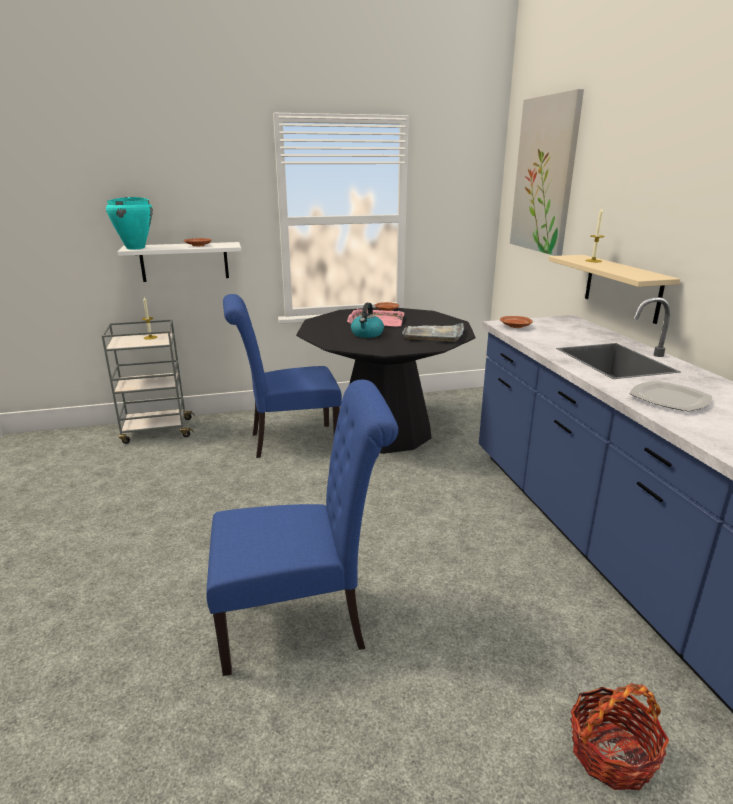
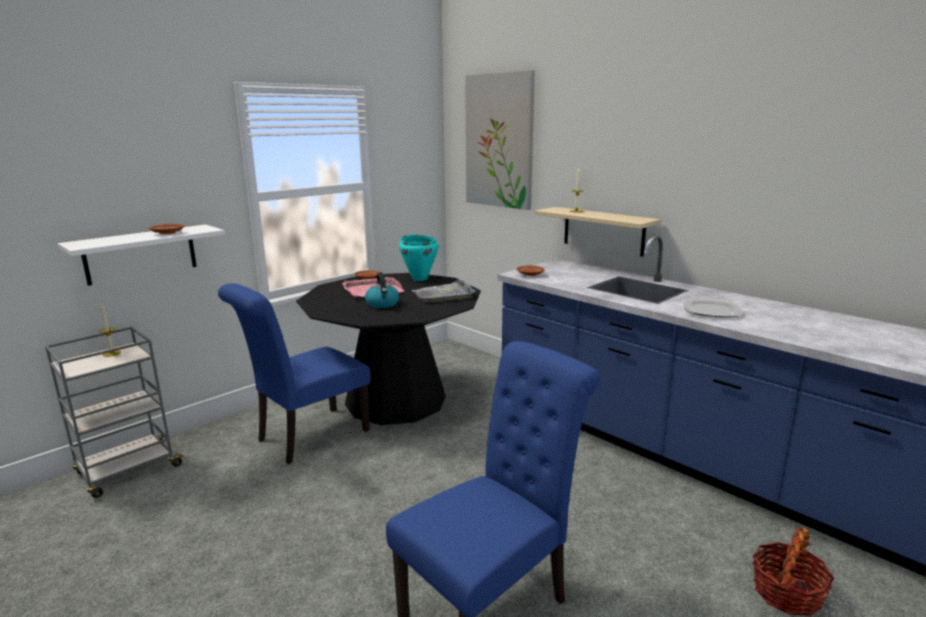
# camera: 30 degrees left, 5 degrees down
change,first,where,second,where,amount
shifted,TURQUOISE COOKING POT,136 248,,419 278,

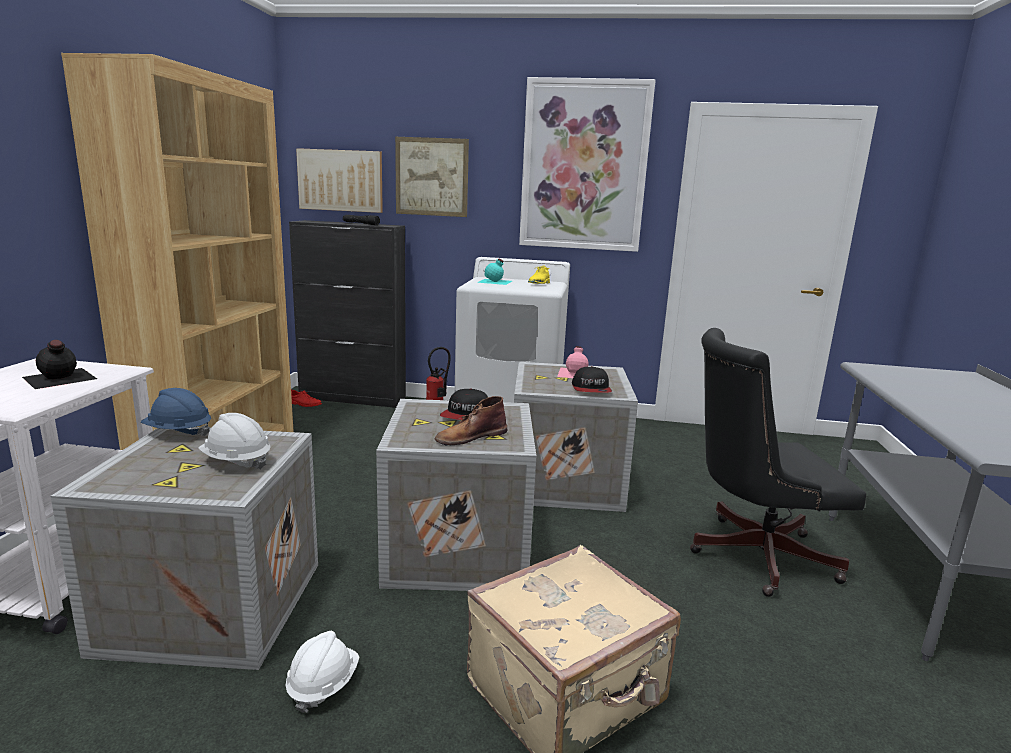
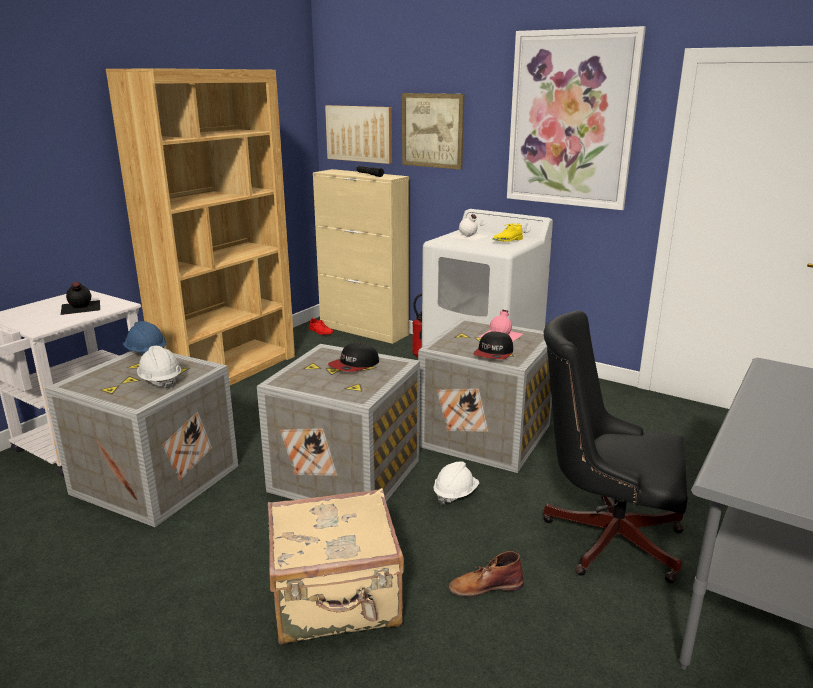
# camera: 25 degrees right, 5 degrees up
change,first,where,second,where,amount
repainted,BLACK CABINET,353 398,BEIGE CABINET,364 330,
repainted,TURQUOISE BOTTLE,495 281,WHITE BOTTLE,469 236,
shifted,BROWN BOOT,470 436,,485 586,
shifted,WHITE HARD HAT,323 685,,455 494,

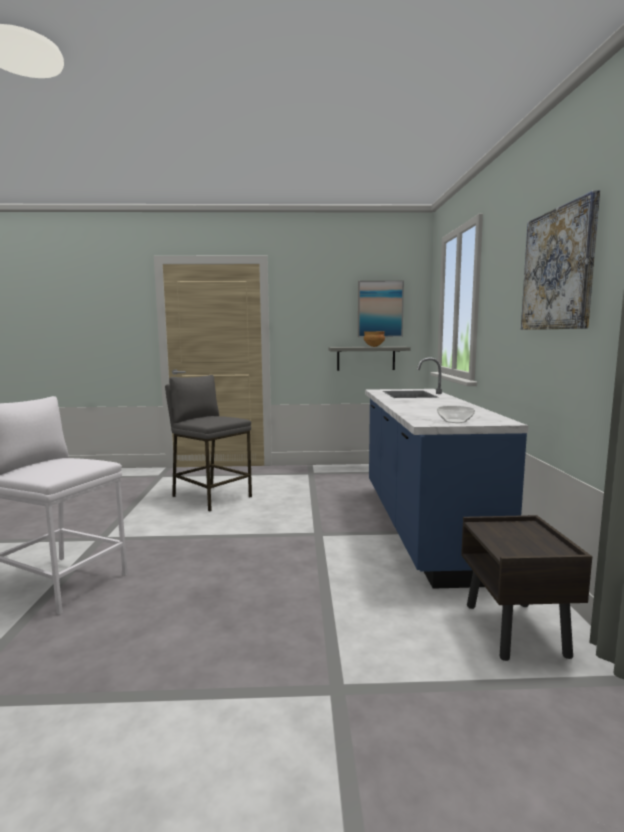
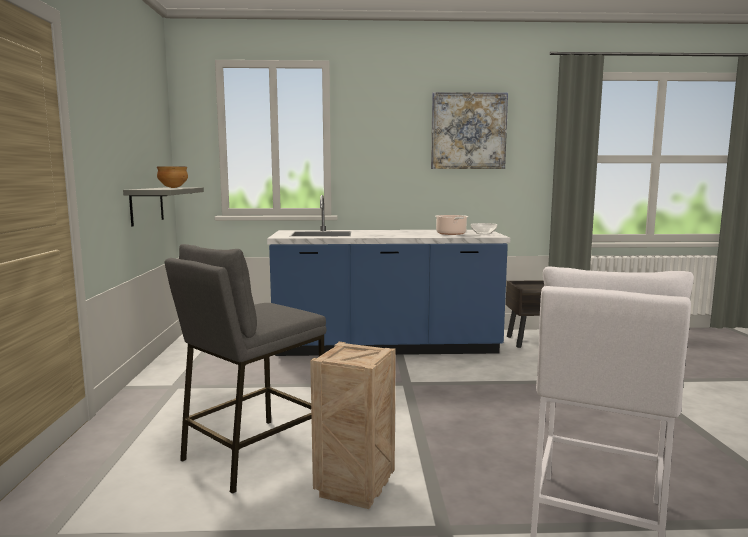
# camera: 90 degrees left, 0 degrees up
change,first,where,second,where,amount
gone,PICTURE,380 309,,,
new,,,COOKING POT,451 234,
new,,,CRATE,354 487,

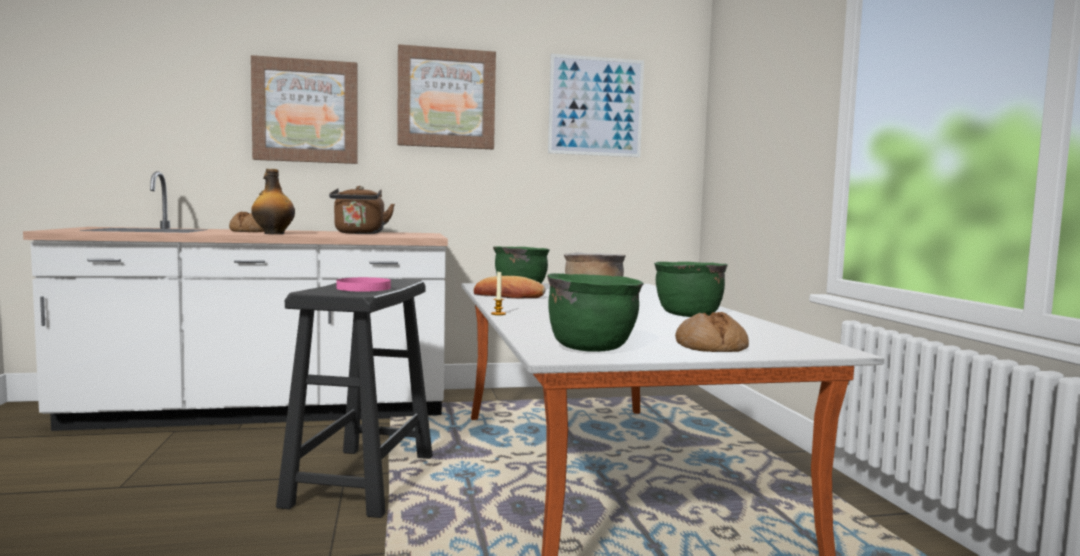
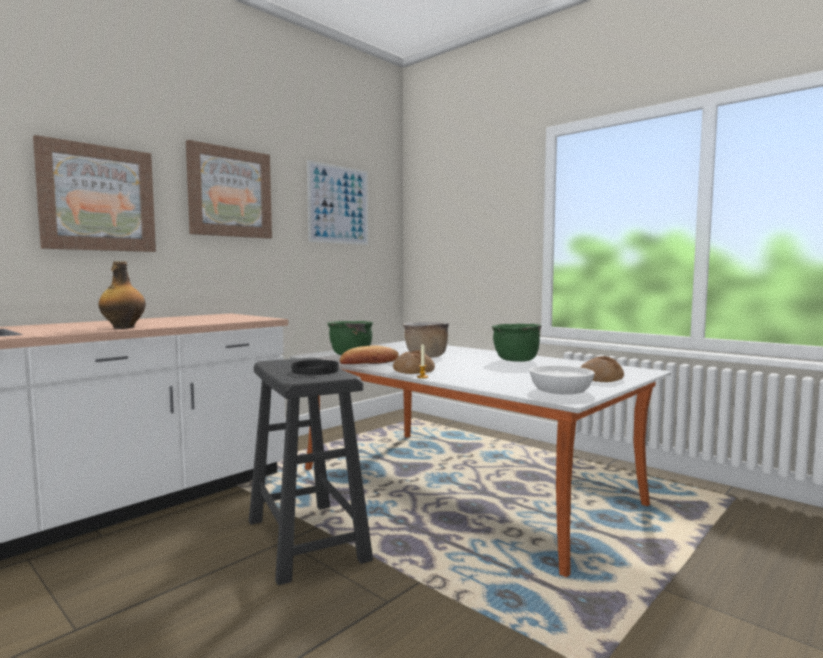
# camera: 35 degrees left, 0 degrees up
change,first,where,second,where,amount
gone,BROWN KETTLE,359 233,,,
shifted,BREAD,249 231,,413 371,
swapped,GREEN COOKING POT,591 347,WHITE BOWL,560 390,
repainted,PINK PLATE,364 288,BLACK PLATE,315 370,

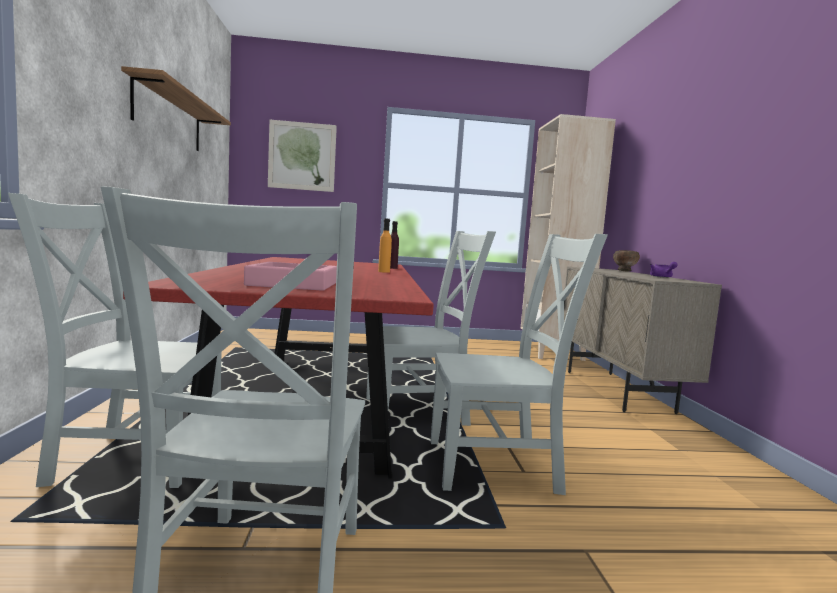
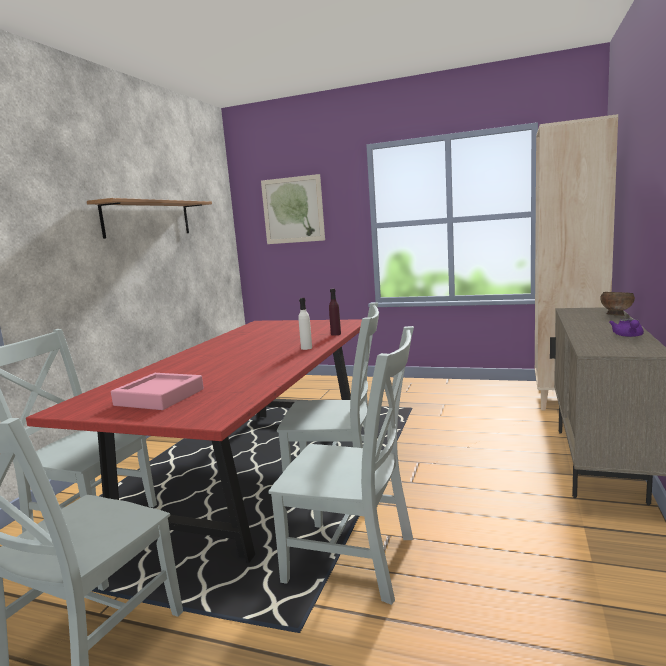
# camera: 25 degrees right, 5 degrees up
change,first,where,second,where,amount
repainted,ORANGE BOTTLE,384 272,WHITE BOTTLE,306 348,

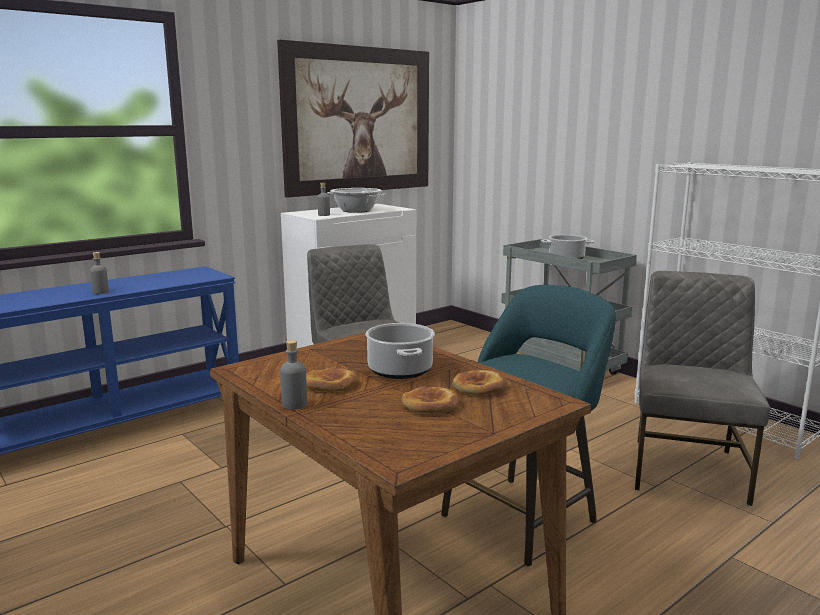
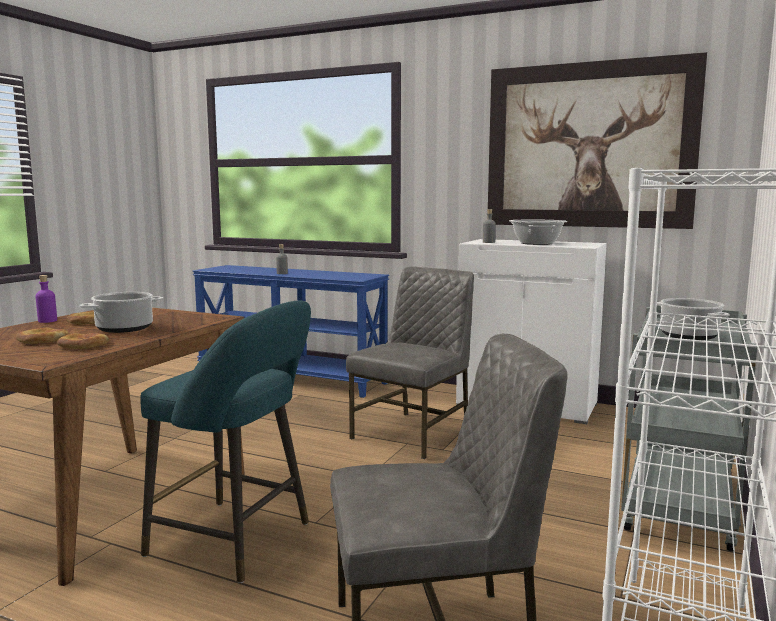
# camera: 65 degrees right, 5 degrees down
change,first,where,second,where,amount
repainted,GREY BOTTLE,294 404,PURPLE BOTTLE,47 321,

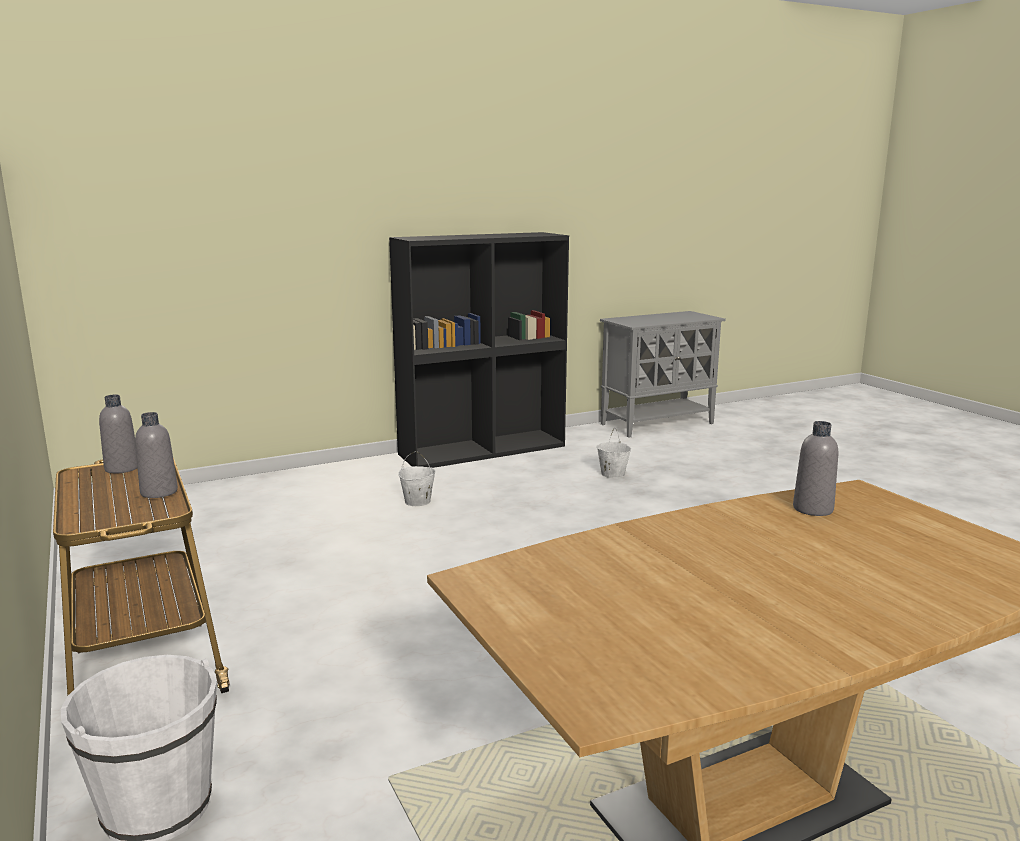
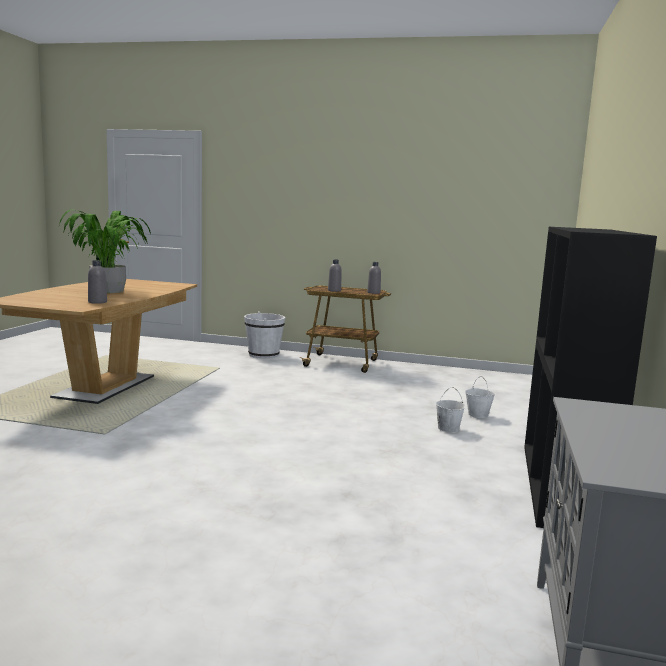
# camera: 130 degrees right, 5 degrees down
change,first,where,second,where,amount
shifted,WHITE BUCKET,612 474,,478 415,
new,,,POTTED PLANT,108 291,

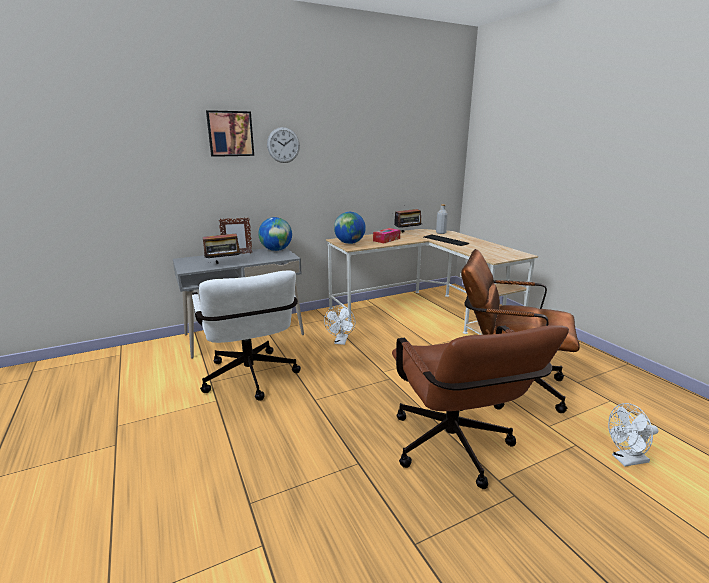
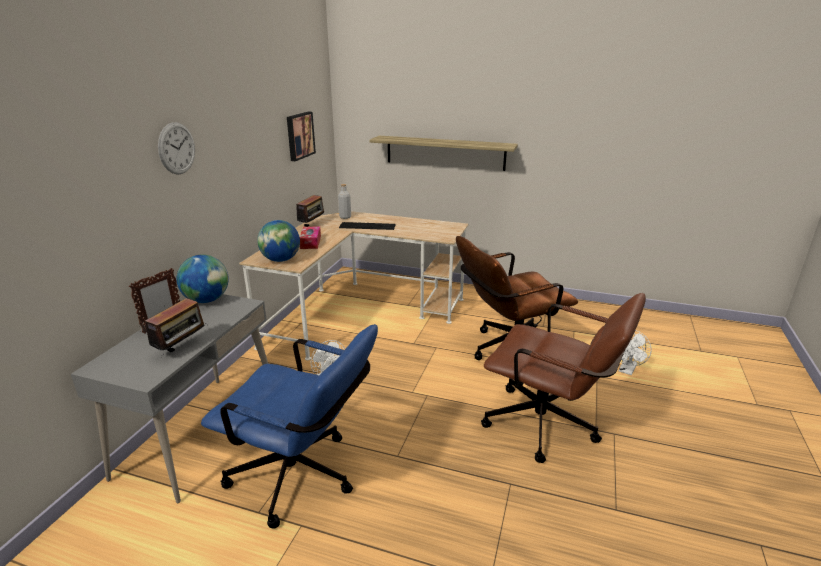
# camera: 45 degrees left, 5 degrees up
change,first,where,second,where,amount
shifted,PICTURE,230 133,,299 135,
repainted,WHITE OFFICE CHAIR,251 380,BLUE OFFICE CHAIR,302 478,
new,,,SHELF,445 152,

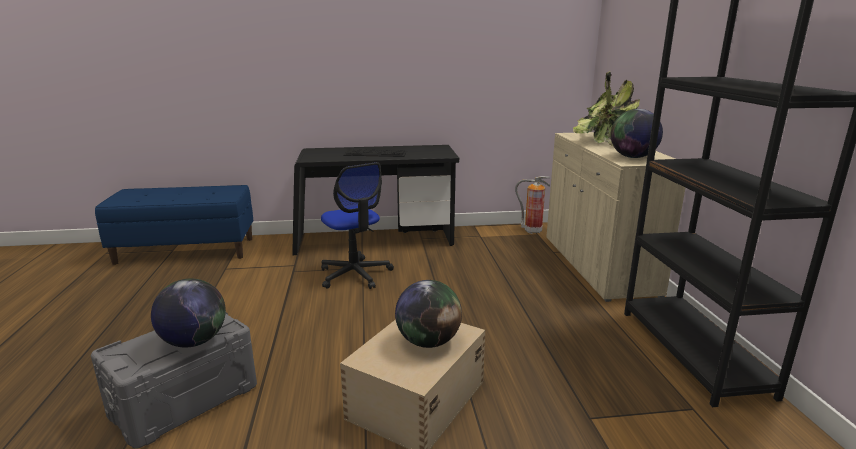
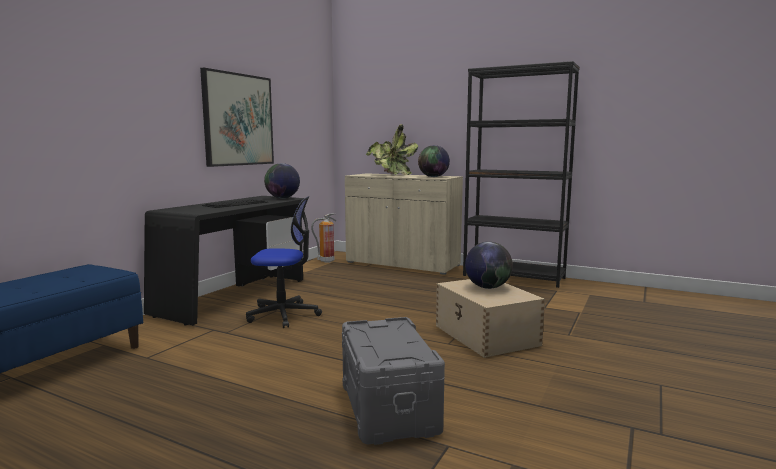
# camera: 55 degrees left, 10 degrees down
change,first,where,second,where,amount
shifted,GLOBE,194 341,,282 198,
new,,,PICTURE,238 120,

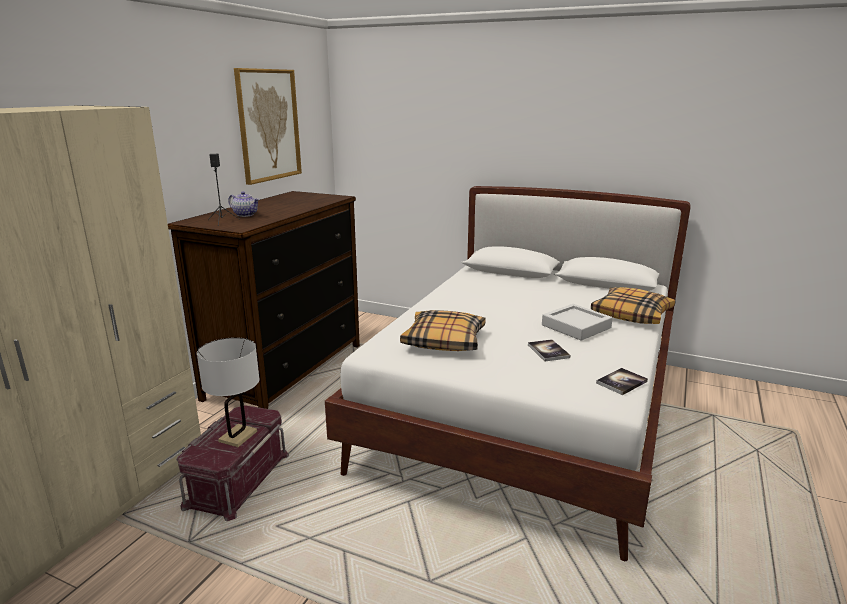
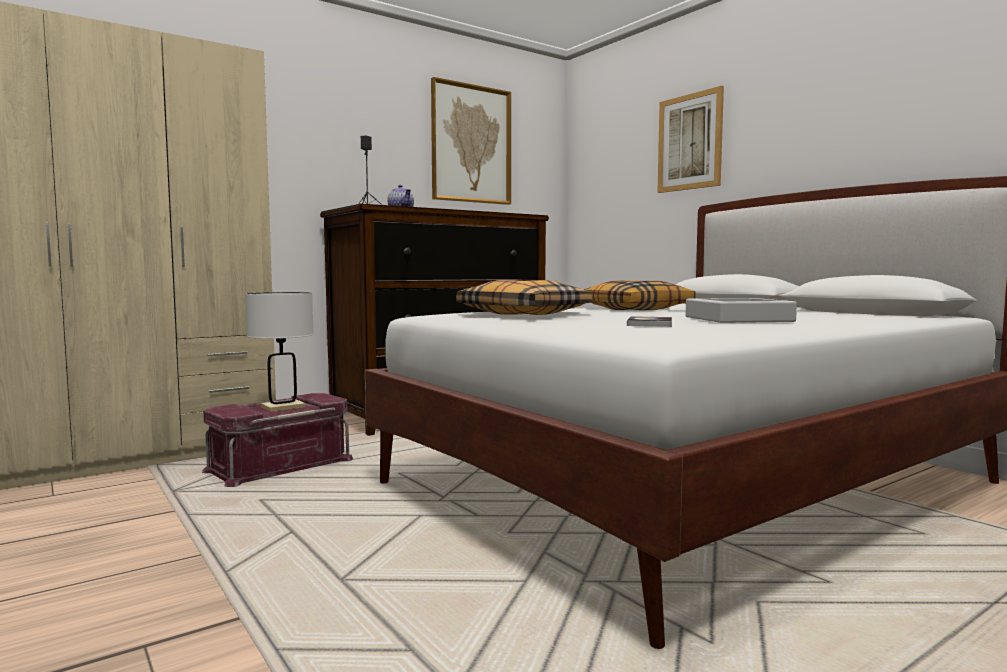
# camera: 30 degrees right, 15 degrees down
change,first,where,second,where,amount
shifted,PILLOW,632 314,,636 309,
gone,BOOK,621 382,,,
new,,,PICTURE,689 142,

